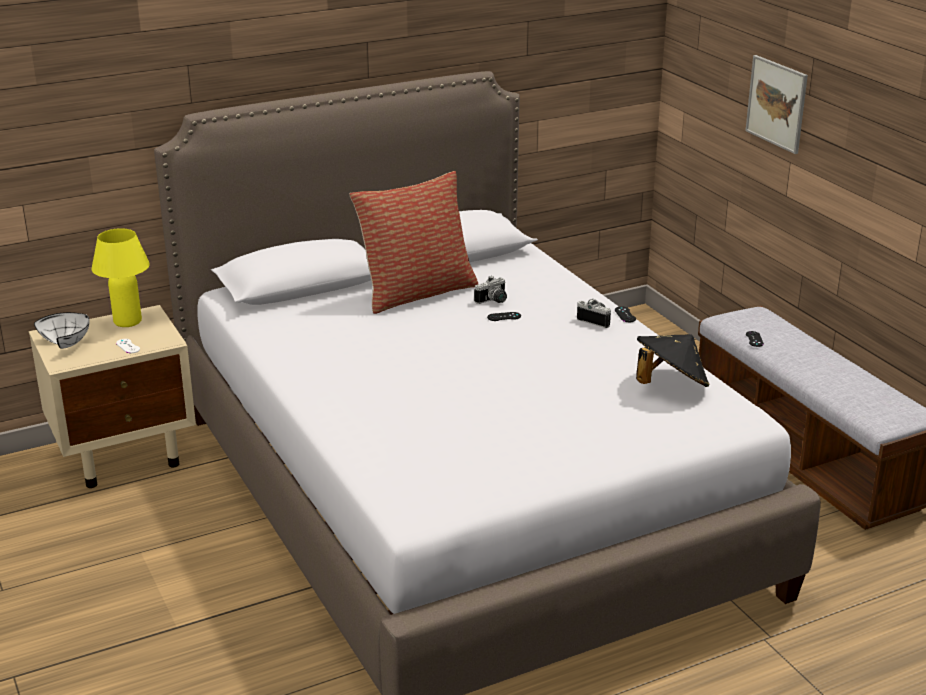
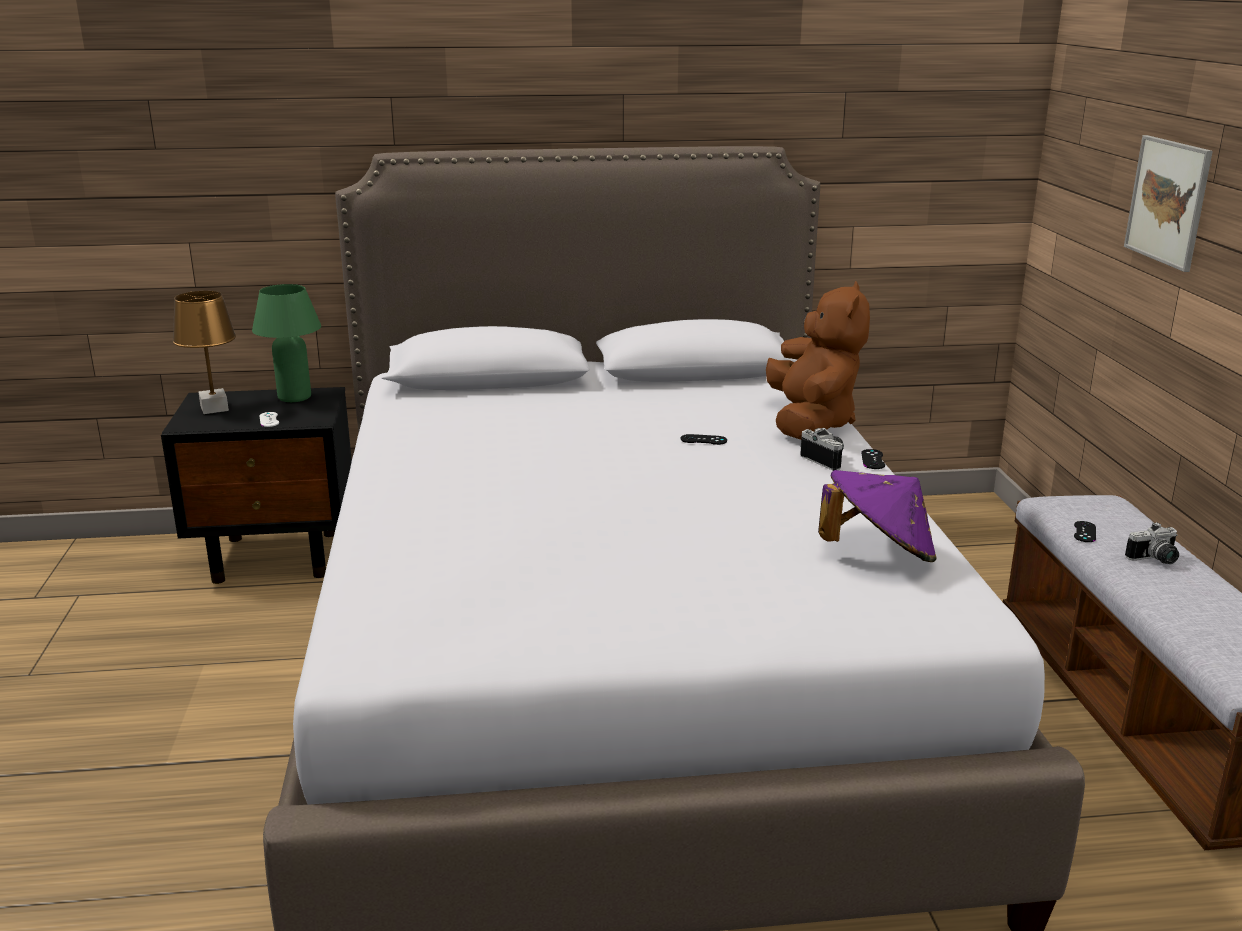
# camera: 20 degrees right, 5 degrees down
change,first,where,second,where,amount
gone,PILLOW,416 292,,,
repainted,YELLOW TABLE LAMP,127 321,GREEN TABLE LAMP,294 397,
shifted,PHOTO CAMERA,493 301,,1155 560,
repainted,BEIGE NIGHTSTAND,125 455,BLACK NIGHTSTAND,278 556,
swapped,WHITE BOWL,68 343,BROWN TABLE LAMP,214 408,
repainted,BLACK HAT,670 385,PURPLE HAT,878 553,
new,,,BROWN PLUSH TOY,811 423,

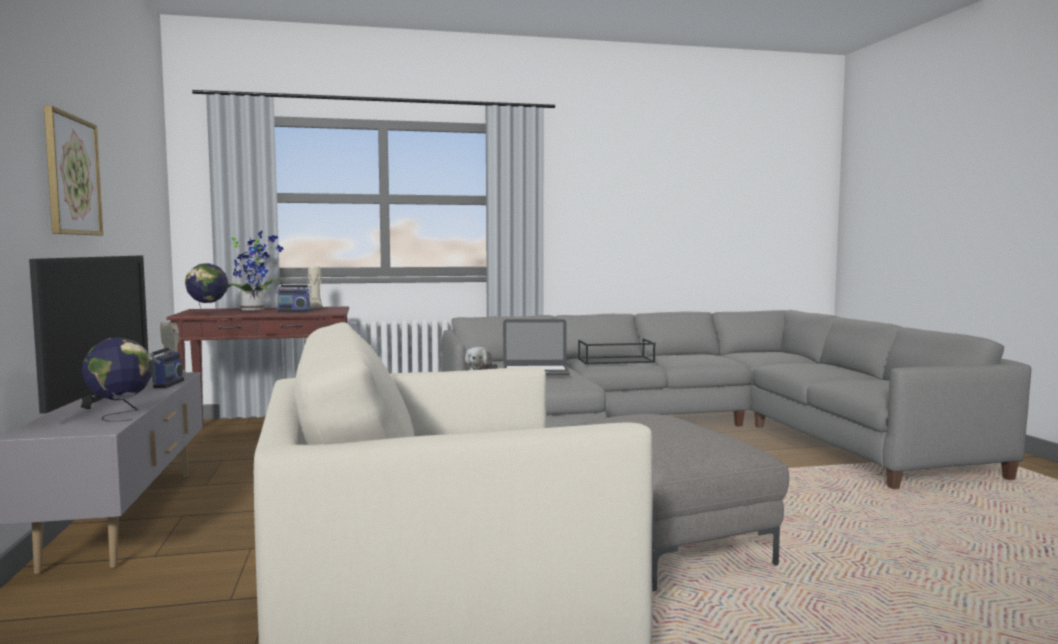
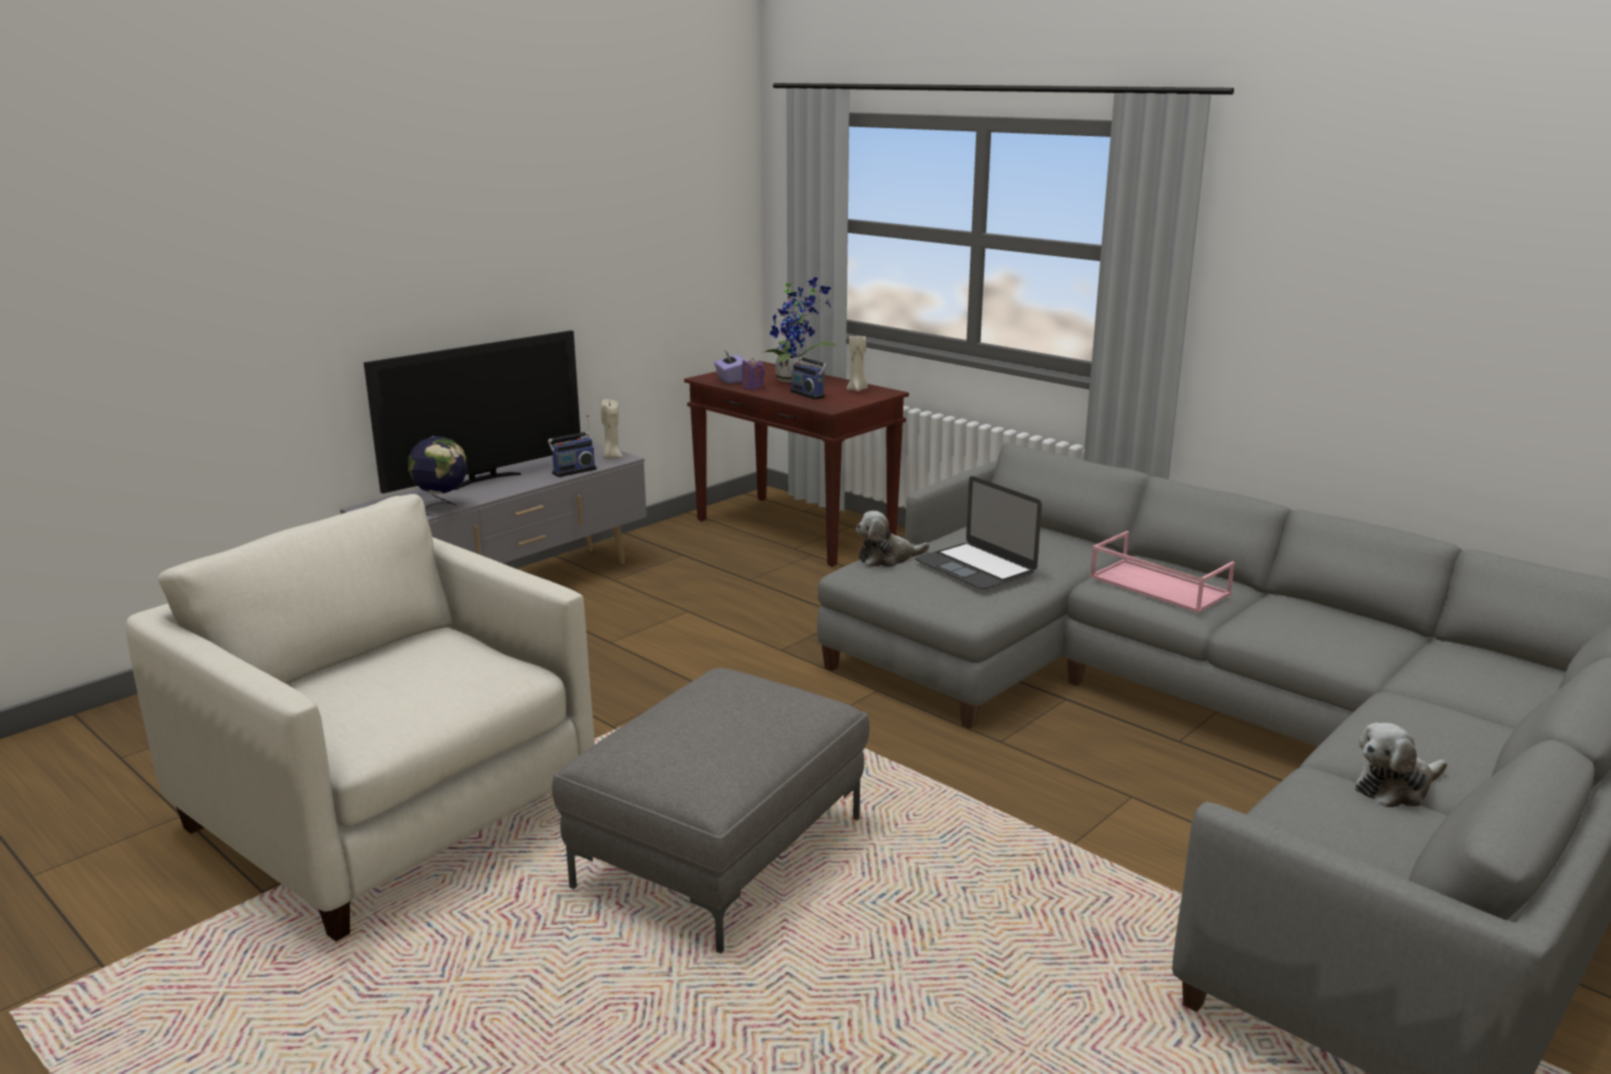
# camera: 55 degrees right, 15 degrees up
change,first,where,second,where,amount
gone,PICTURE,72 175,,,
swapped,GLOBE,208 313,PURPLE TISSUE BOX,730 380,
repainted,BLACK TRAY,615 361,PINK TRAY,1157 585,
new,,,PURPLE CANDLE,753 387,
new,,,PLUSH TOY,1395 788,

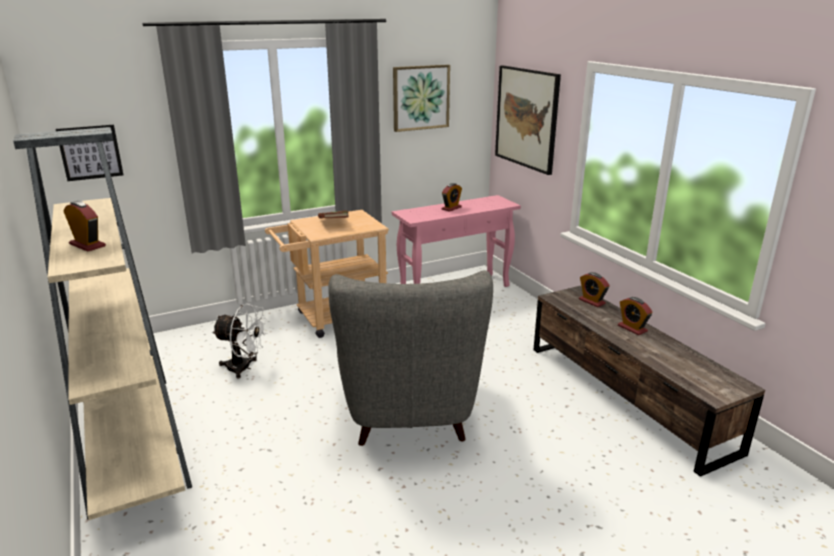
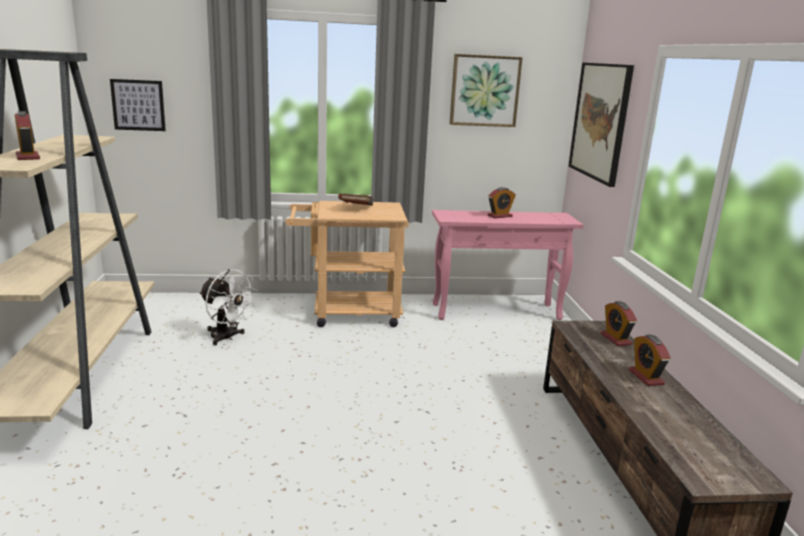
# camera: 20 degrees right, 5 degrees down
change,first,where,second,where,amount
gone,GREY ARMCHAIR,409 411,,,

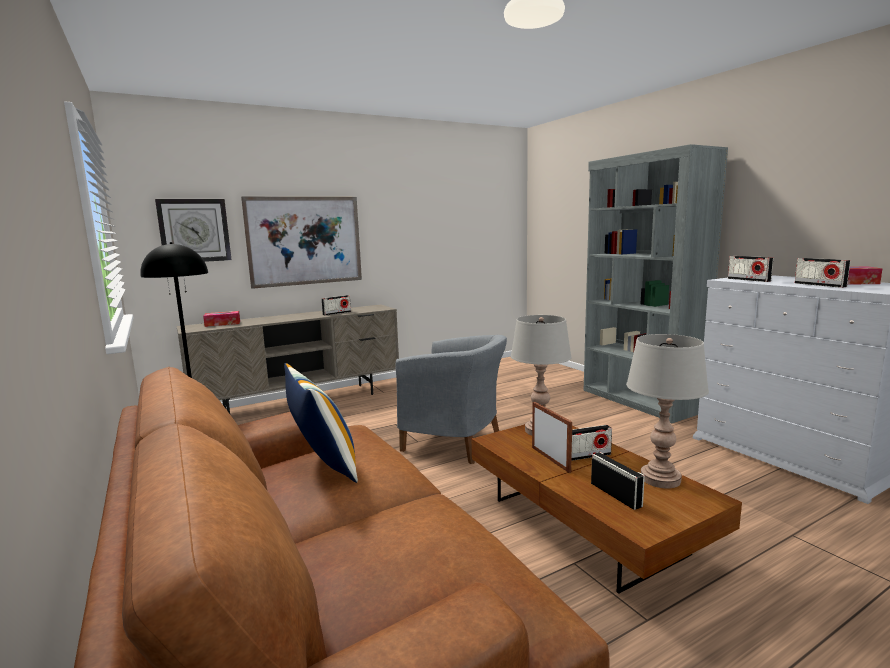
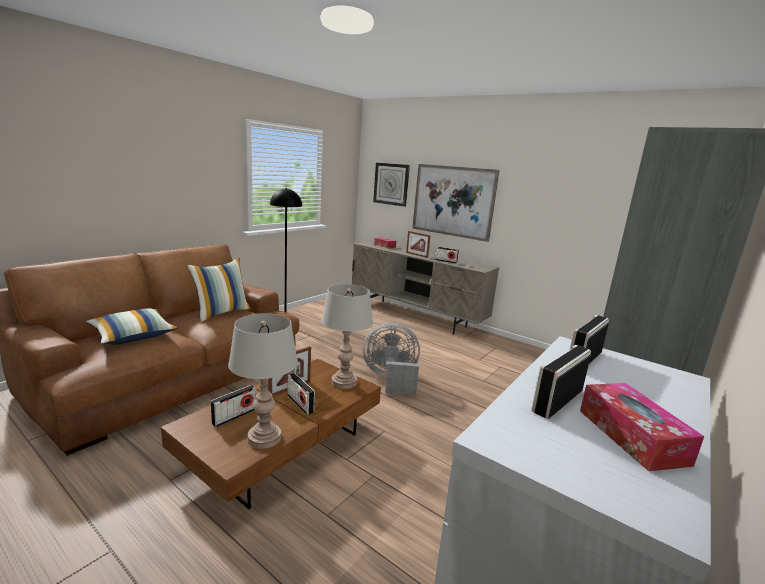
# camera: 65 degrees right, 5 degrees up
change,first,where,second,where,amount
swapped,GREY ARMCHAIR,456 442,GREY FAN,390 379,
new,,,PICTURE FRAME,416 255,
new,,,PILLOW,133 336,

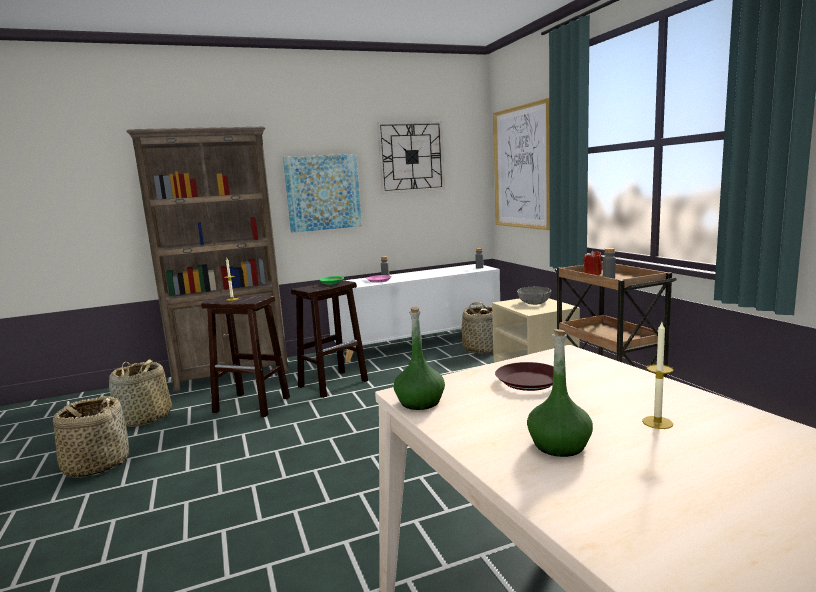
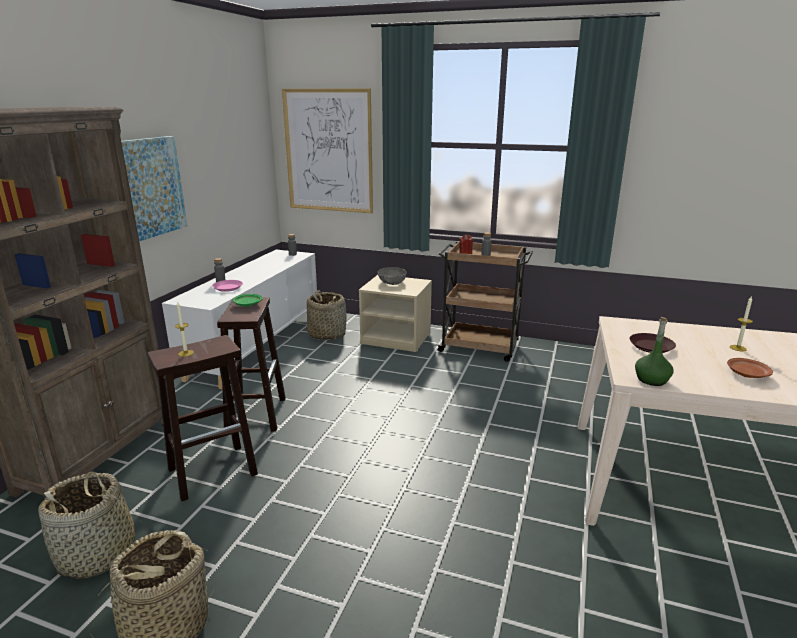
# camera: 50 degrees left, 10 degrees up
change,first,where,second,where,amount
gone,WALL CLOCK,411 157,,,
swapped,GREEN BOTTLE,559 445,BROWN PLATE,746 374,

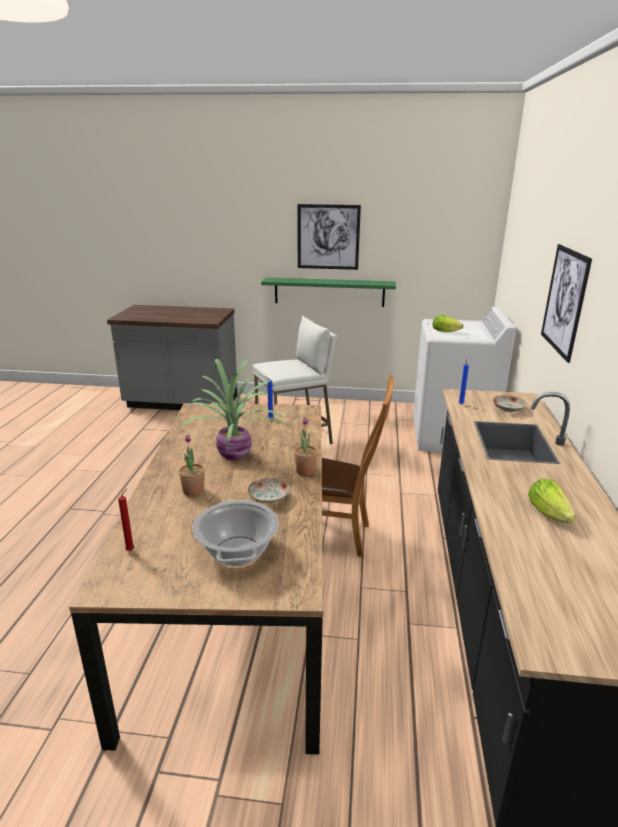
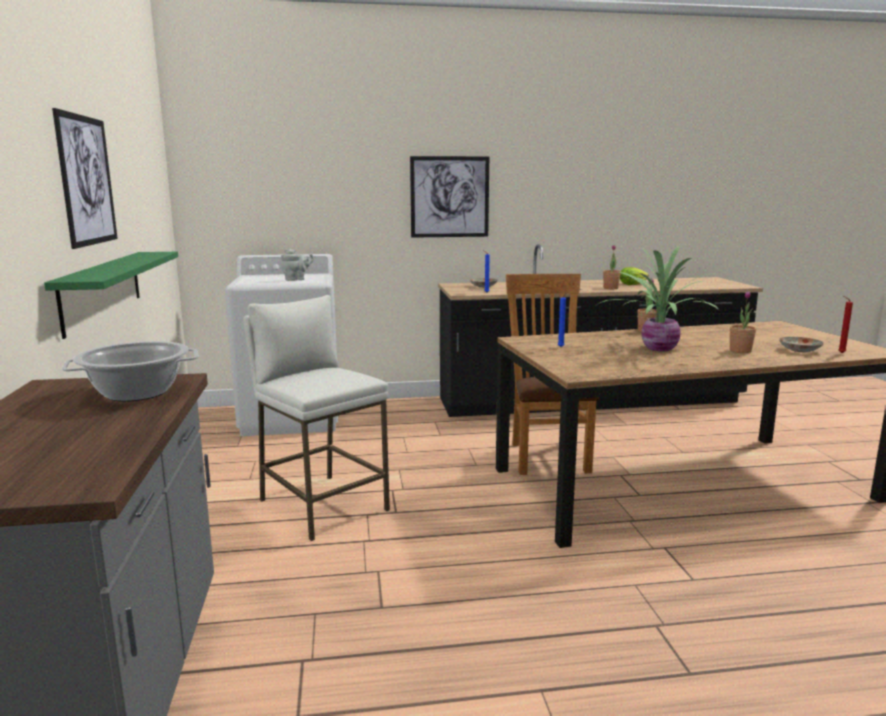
# camera: 105 degrees left, 10 degrees down
change,first,where,second,where,amount
swapped,LETTUCE,447 331,GREY TEAPOT,296 280,
shifted,PLATE,268 497,,799 350,
shifted,COOKING POT,238 551,,137 393,
new,,,POTTED PLANT,610 288,

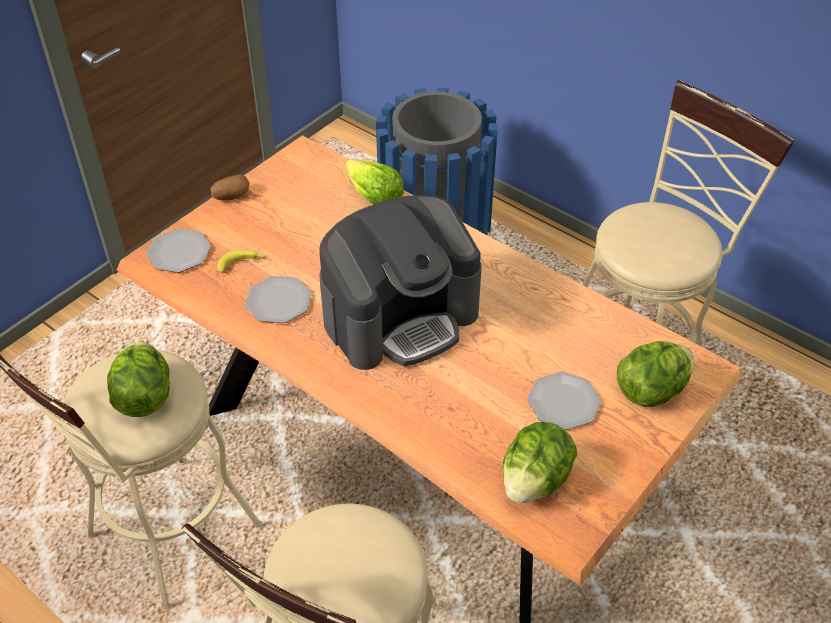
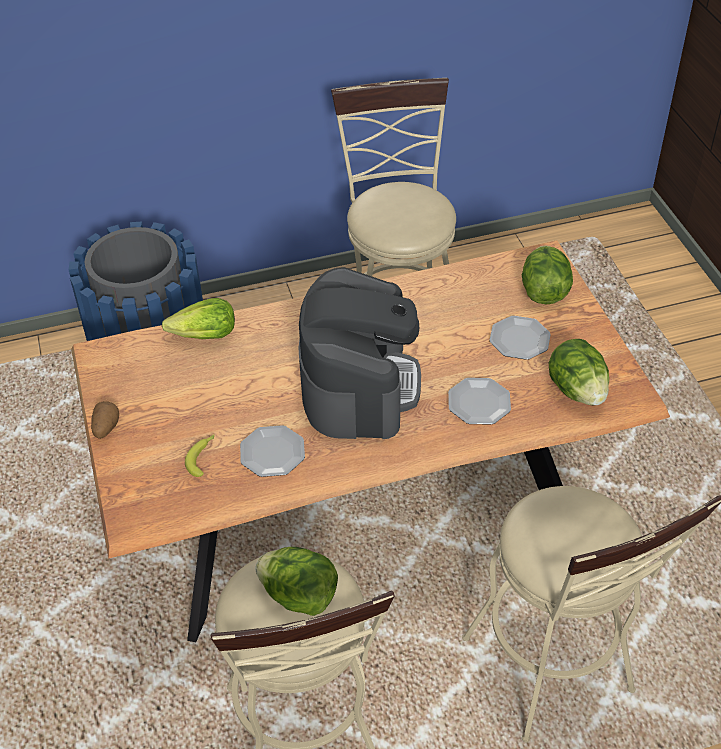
# camera: 55 degrees left, 0 degrees up
change,first,where,second,where,amount
shifted,PLATE,178 253,,479 403,

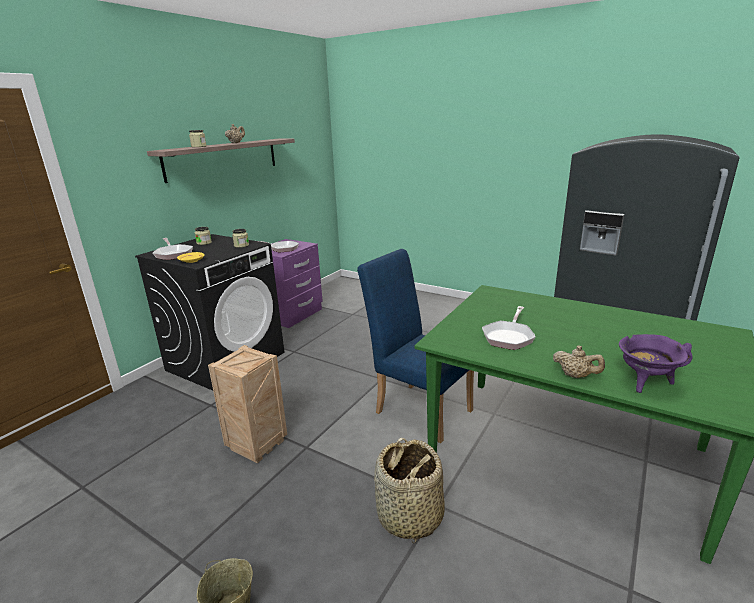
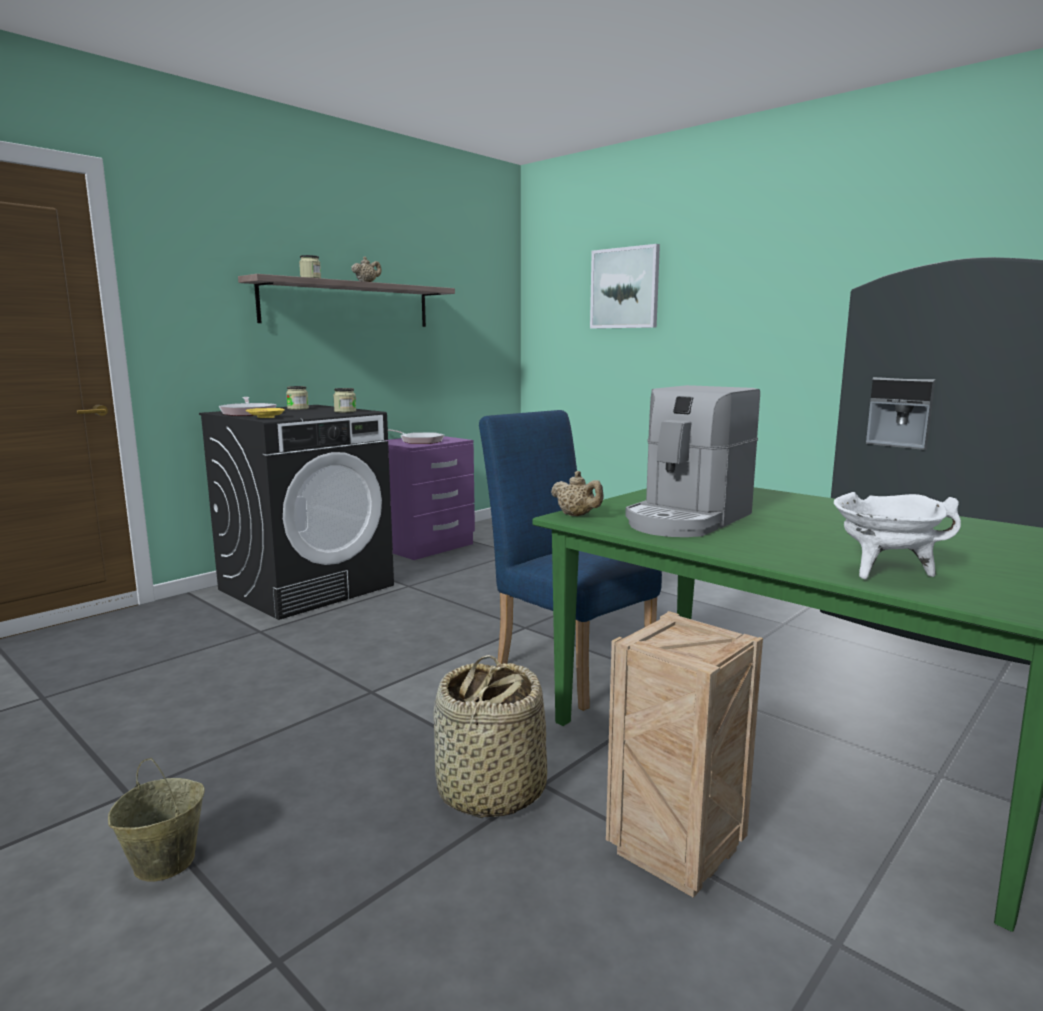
# camera: 10 degrees right, 10 degrees down
change,first,where,second,where,amount
swapped,FRYING PAN,508 337,COFFEE MACHINE,687 520,
repainted,PURPLE COOKING POT,645 382,WHITE COOKING POT,884 572,
shifted,CRATE,257 446,,676 854,
shifted,BEIGE TEAPOT,575 376,,577 515,
new,,,PICTURE,625 288,

